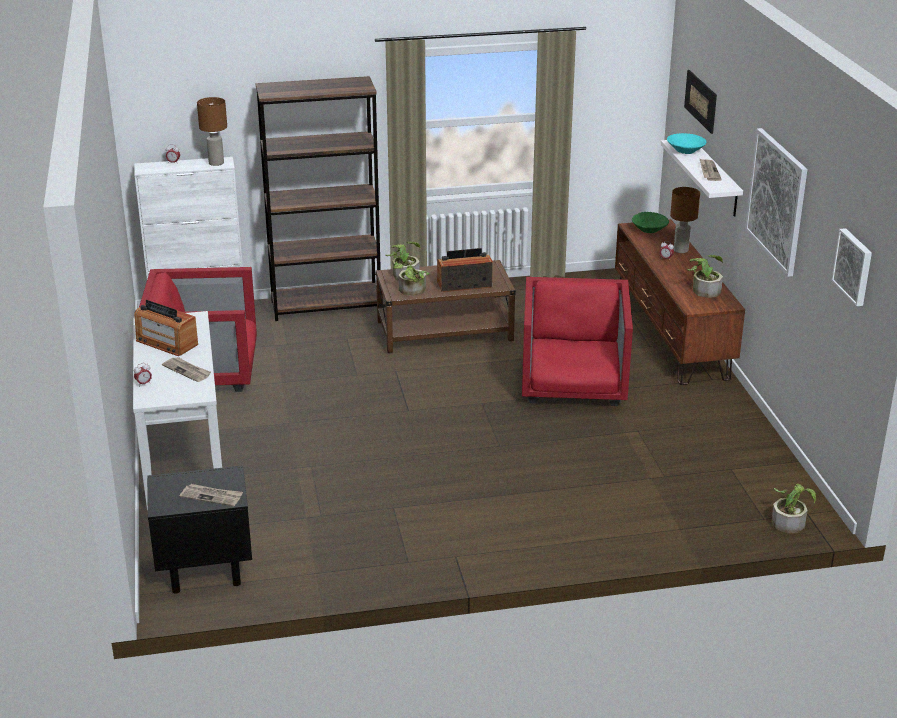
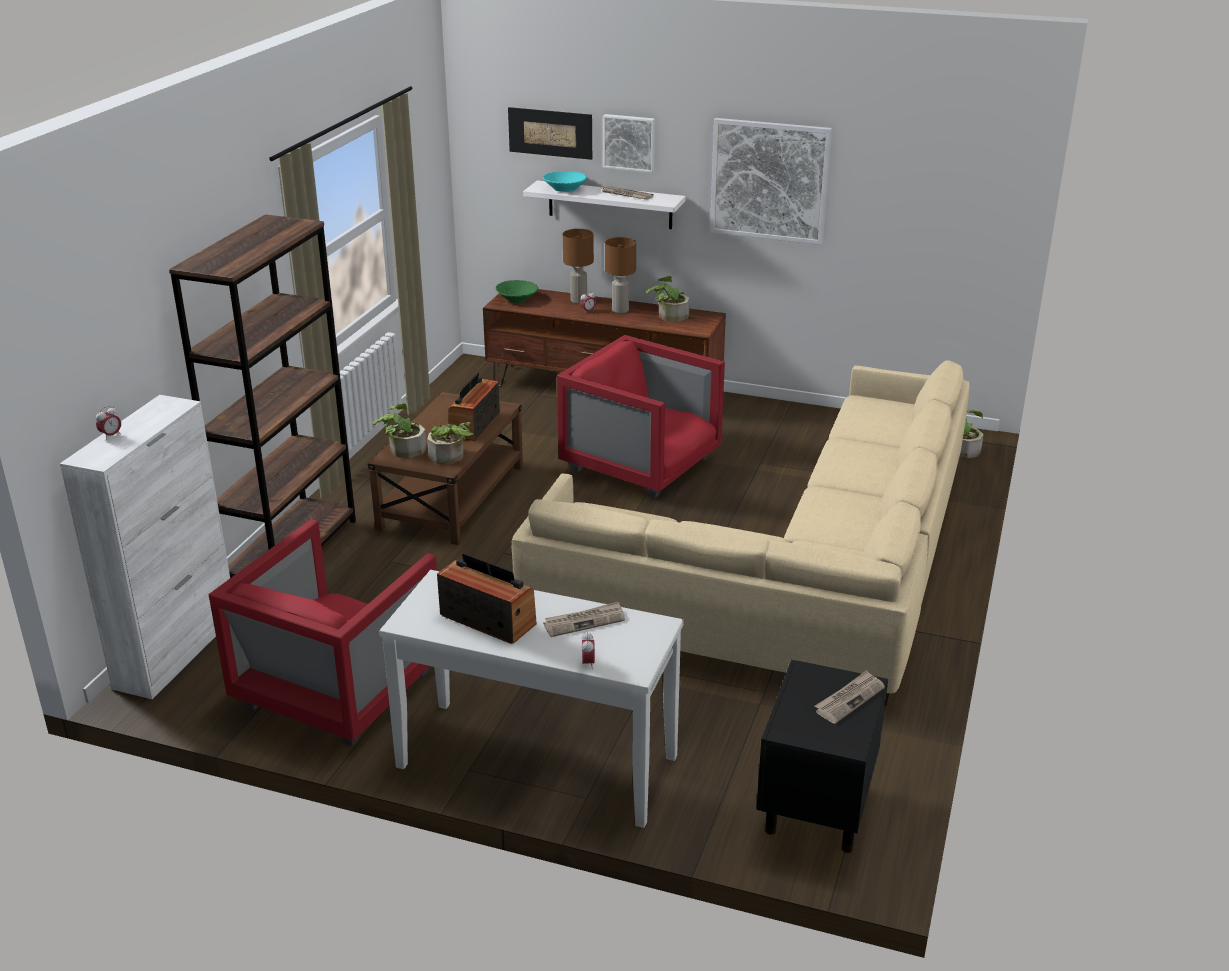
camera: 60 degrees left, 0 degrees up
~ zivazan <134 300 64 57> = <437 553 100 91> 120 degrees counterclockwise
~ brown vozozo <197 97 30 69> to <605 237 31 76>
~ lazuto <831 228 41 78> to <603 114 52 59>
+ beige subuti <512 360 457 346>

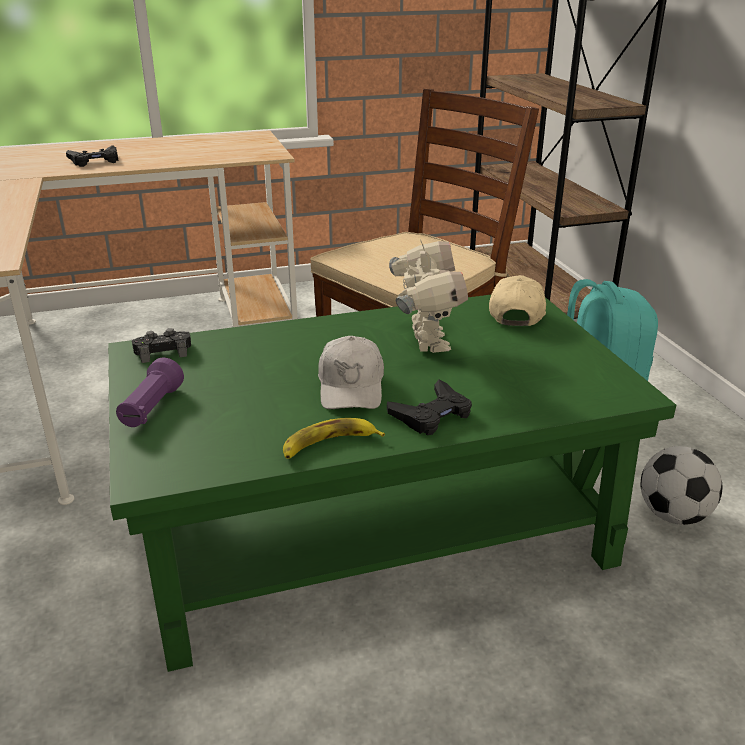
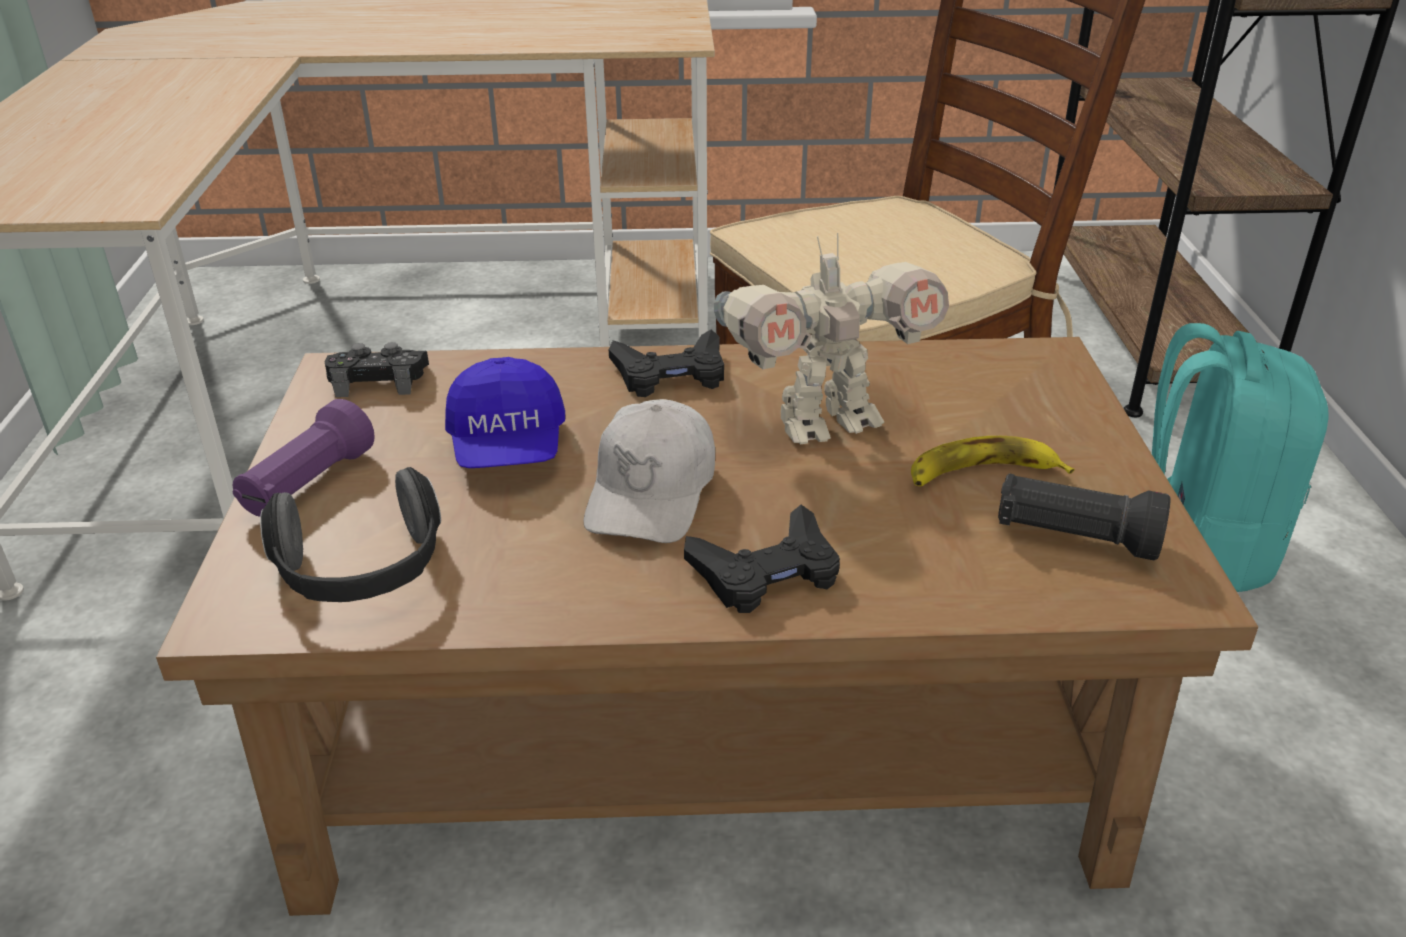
camera: 15 degrees right, 5 degrees up
~ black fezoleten <66 145 52 22> to <609 329 115 68>
~ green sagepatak <108 295 568 377> to brown sagepatak <156 337 1102 579>
~ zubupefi <283 418 102 41> to <911 436 164 50>
~ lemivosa <389 239 79 114> = <714 233 235 211> 60 degrees clockwise
- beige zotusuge <489 275 57 51>
- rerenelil <640 446 82 79>
+ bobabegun <260 467 181 135>
+ blue zotusuge <445 357 120 111>
+ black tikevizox <998 473 173 87>

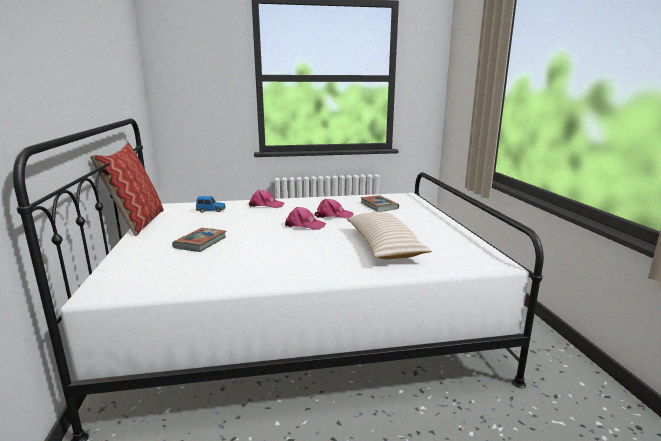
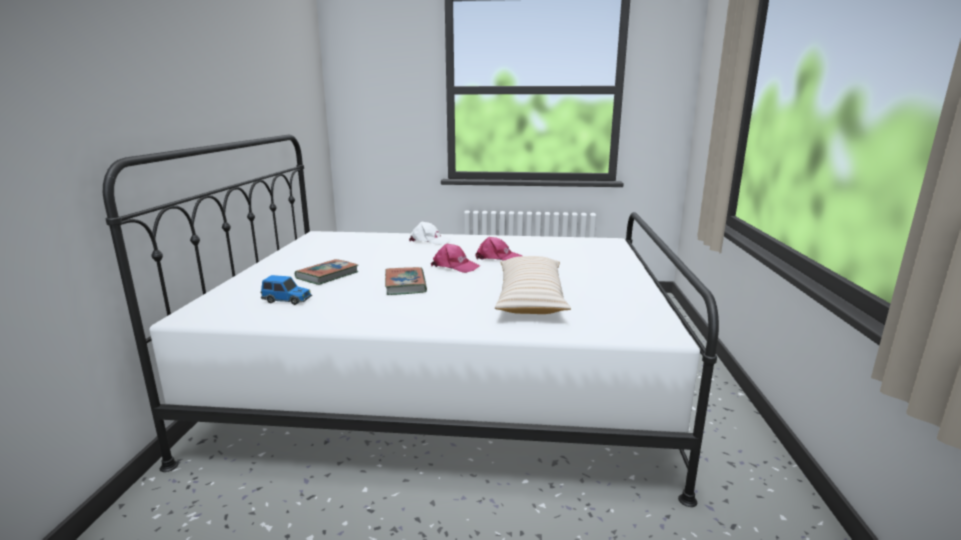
camera: 15 degrees right, 0 degrees up
- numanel <90 143 74 93>
~ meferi <196 196 30 17> to <261 275 51 30>
~ pink zotusuge <249 190 35 18> to white zotusuge <409 222 42 23>
~ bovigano <361 195 38 17> to <385 267 42 28>

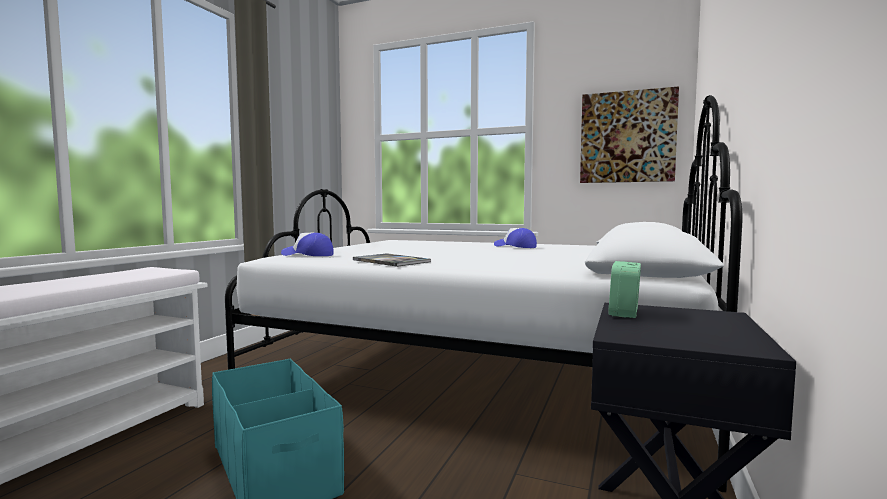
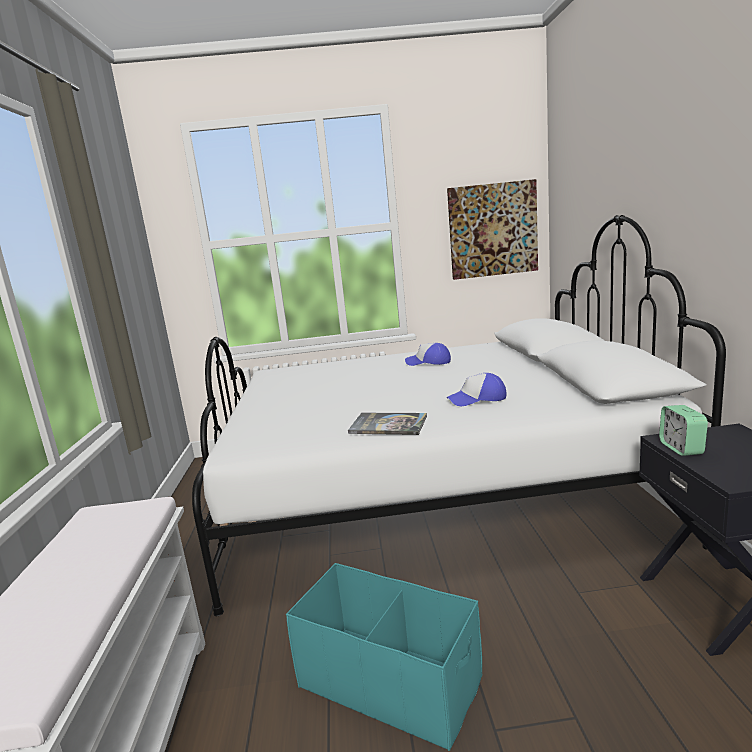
camera: 25 degrees left, 10 degrees up
~ zotusuge <281 233 53 23> to <447 373 59 33>

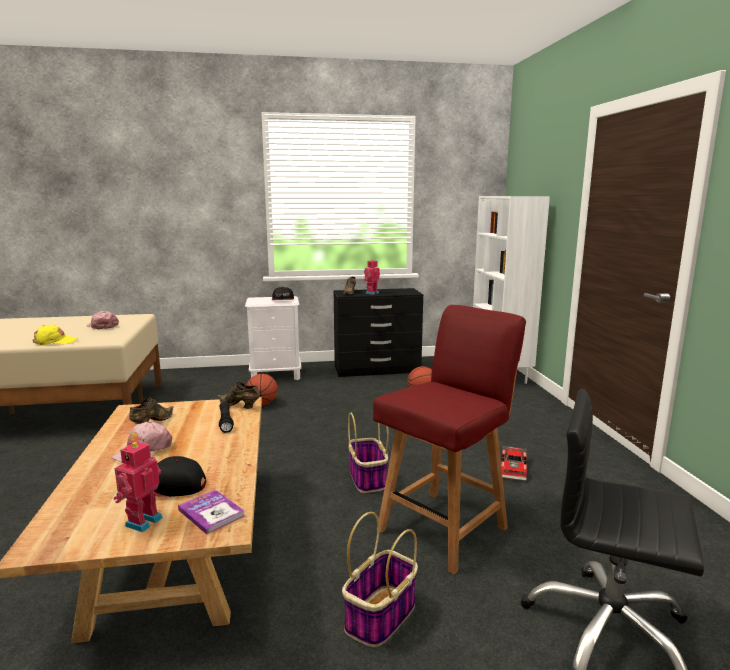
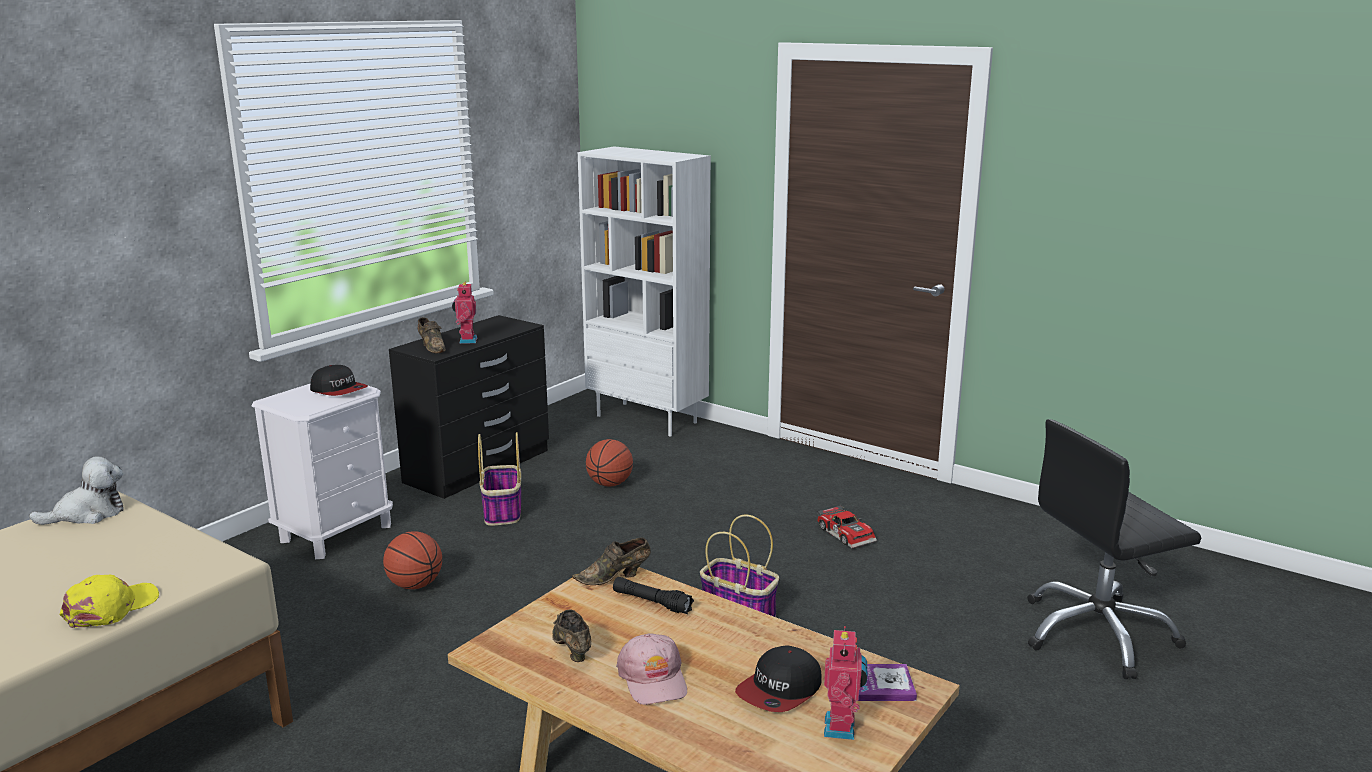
camera: 45 degrees left, 5 degrees up
- pink zotusuge <86 311 33 19>
~ lemivosa <114 439 48 93> = <824 626 43 114> 150 degrees counterclockwise
~ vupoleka <342 512 76 135> to <478 432 43 94>
- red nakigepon <373 305 153 269>
+ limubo <29 456 95 69>

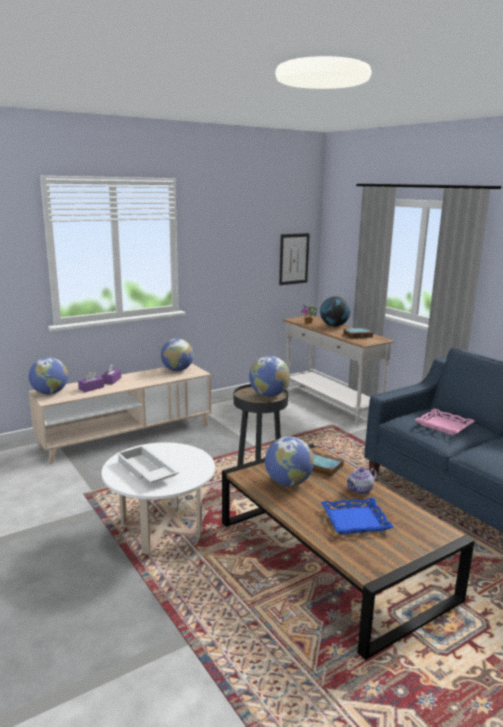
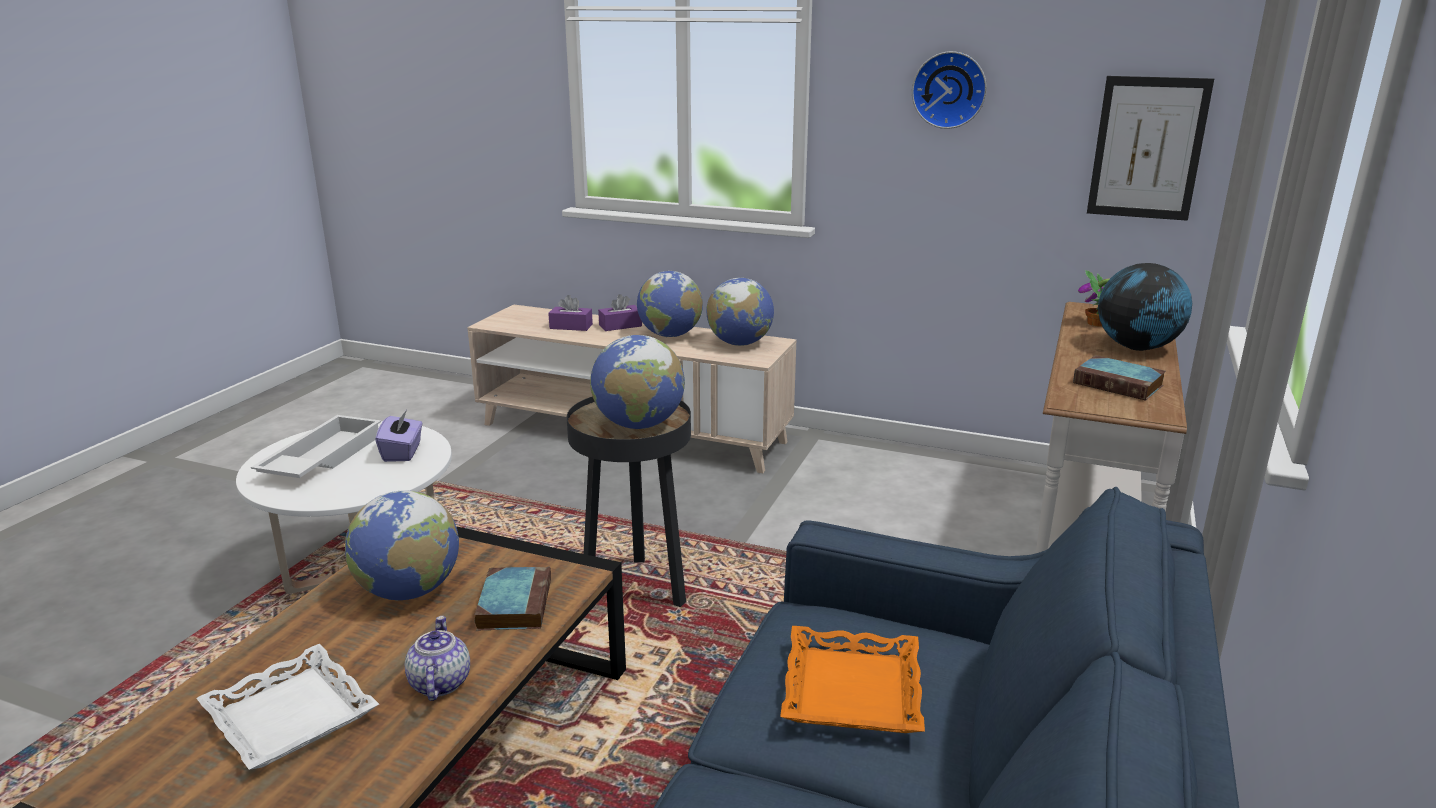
camera: 55 degrees right, 5 degrees up
~ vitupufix <29 357 39 38> to <637 271 66 66>
~ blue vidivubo <321 498 73 36> to white vidivubo <196 644 183 126>
~ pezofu <346 468 31 26> = <405 616 65 85> 60 degrees clockwise
~ pink vidivubo <415 409 59 26> to orange vidivubo <780 626 145 107>
+ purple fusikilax <375 410 48 52>
+ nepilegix <912 51 75 78>

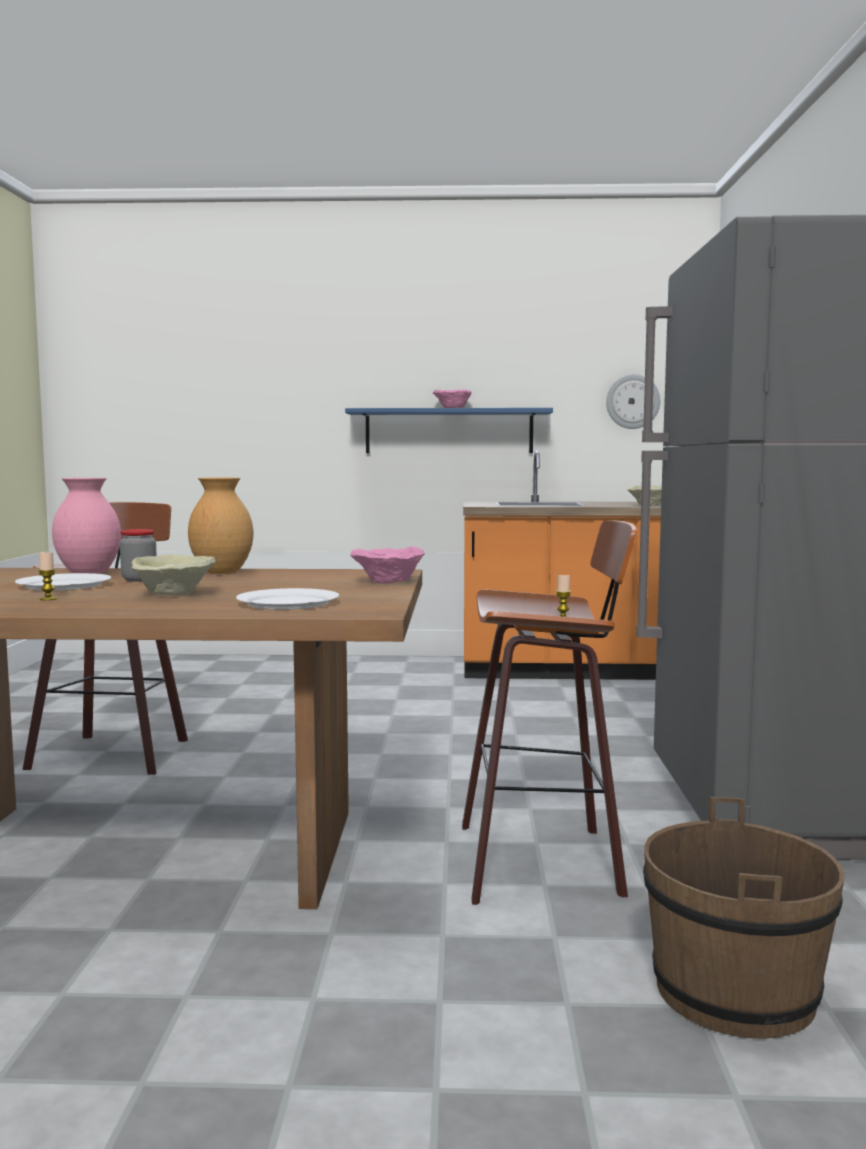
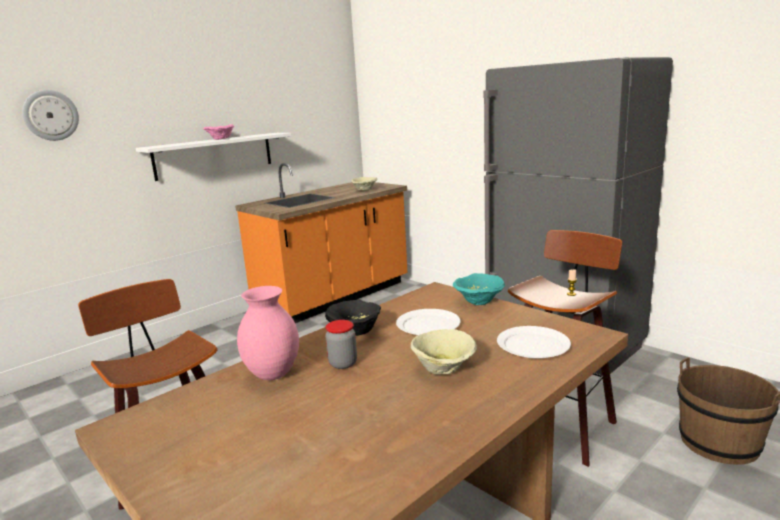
camera: 45 degrees left, 10 degrees up
~ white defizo <15 573 97 18> to <396 309 65 26>
- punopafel <38 552 19 49>
~ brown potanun <188 478 65 96> to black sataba <325 300 56 36>
~ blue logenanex <345 408 208 45> to white logenanex <136 133 155 48>
~ pink sataba <350 546 75 38> to turquoise sataba <453 273 52 32>
~ nepilegix <606 374 54 55> to <22 90 57 51>

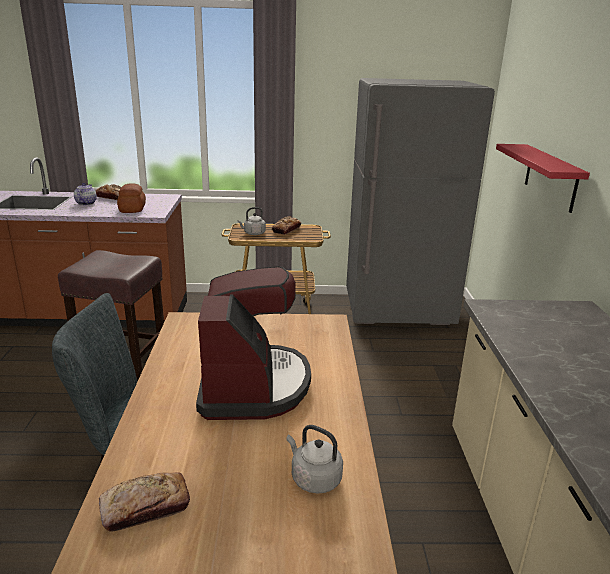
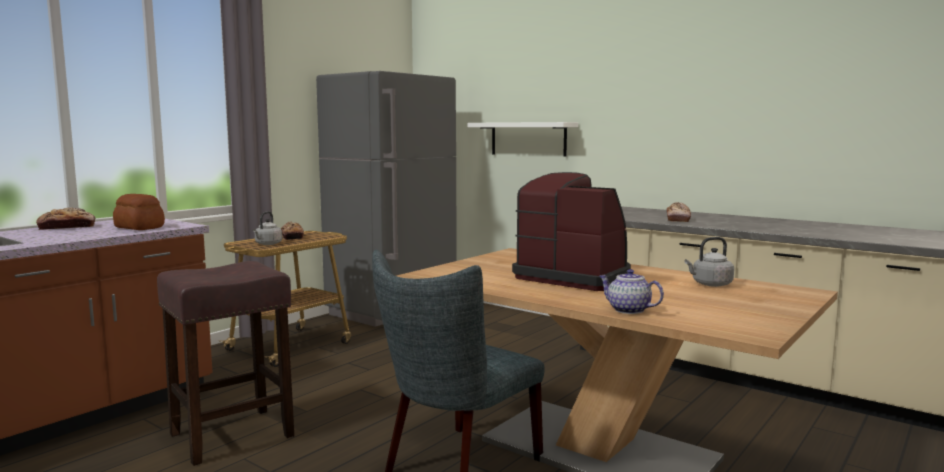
camera: 50 degrees left, 15 degrees down
~ pezofu <74 183 23 22> to <599 269 65 45>
~ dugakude <99 472 91 60> to <666 202 25 20>
~ red logenanex <496 144 94 69> to white logenanex <468 122 110 34>

